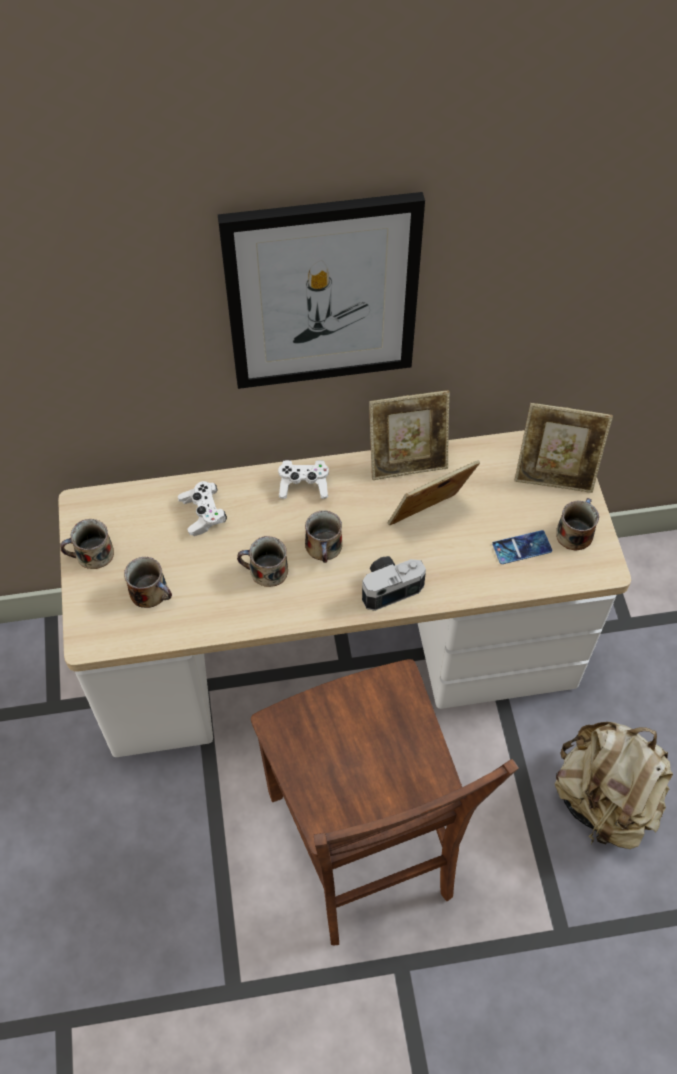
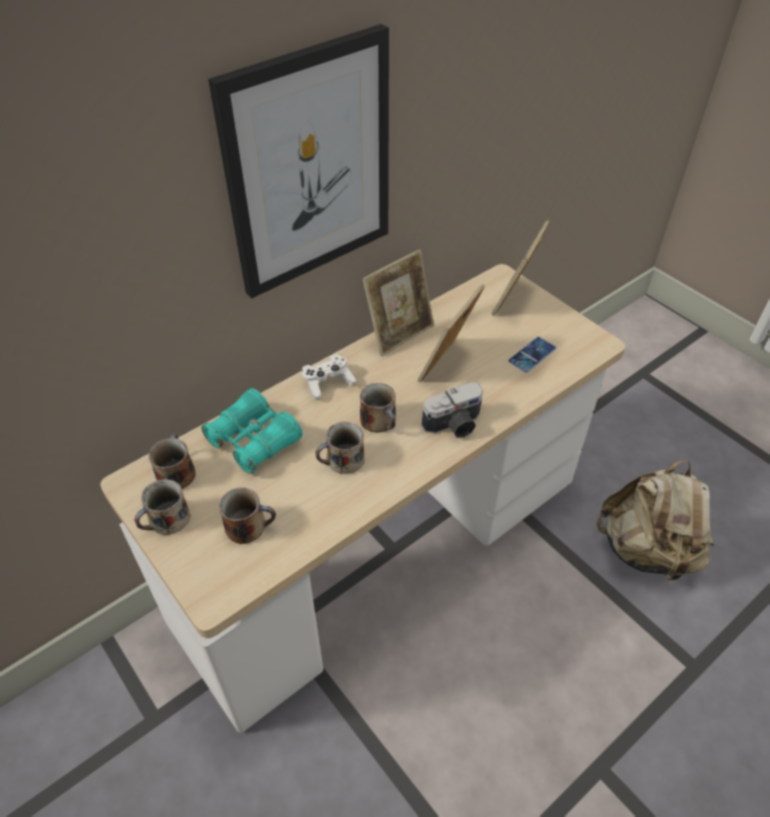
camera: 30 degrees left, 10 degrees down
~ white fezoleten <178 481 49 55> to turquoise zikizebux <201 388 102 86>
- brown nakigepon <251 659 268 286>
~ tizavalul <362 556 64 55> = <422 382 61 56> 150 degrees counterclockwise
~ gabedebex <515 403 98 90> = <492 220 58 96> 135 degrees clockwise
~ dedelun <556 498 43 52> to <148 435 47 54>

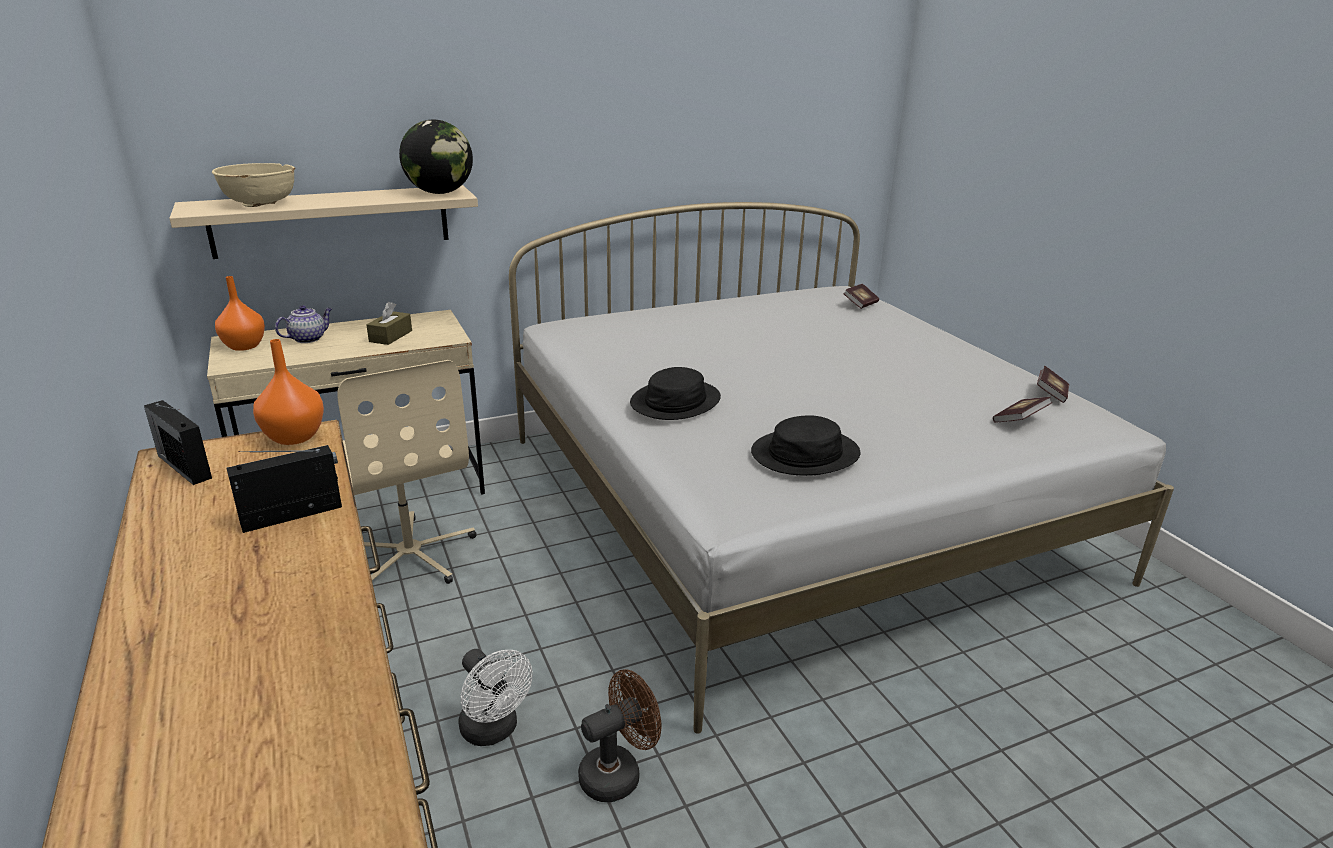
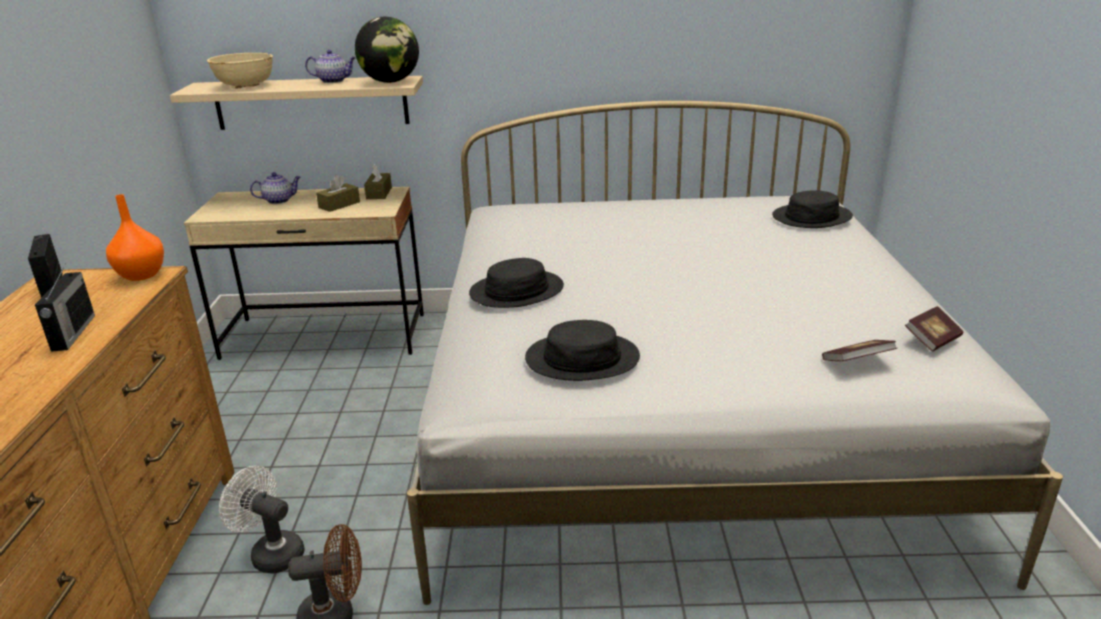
camera: 25 degrees right, 0 degrees up
- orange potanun <215 276 50 75>
~ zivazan <227 445 115 88> = <35 263 60 89> 90 degrees clockwise
- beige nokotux <337 360 139 224>
~ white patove <458 649 75 97> = <219 466 86 108> 135 degrees clockwise
~ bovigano <843 284 36 25> to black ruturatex <772 190 81 38>
+ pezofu <305 50 51 33>
+ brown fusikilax <364 164 28 35>

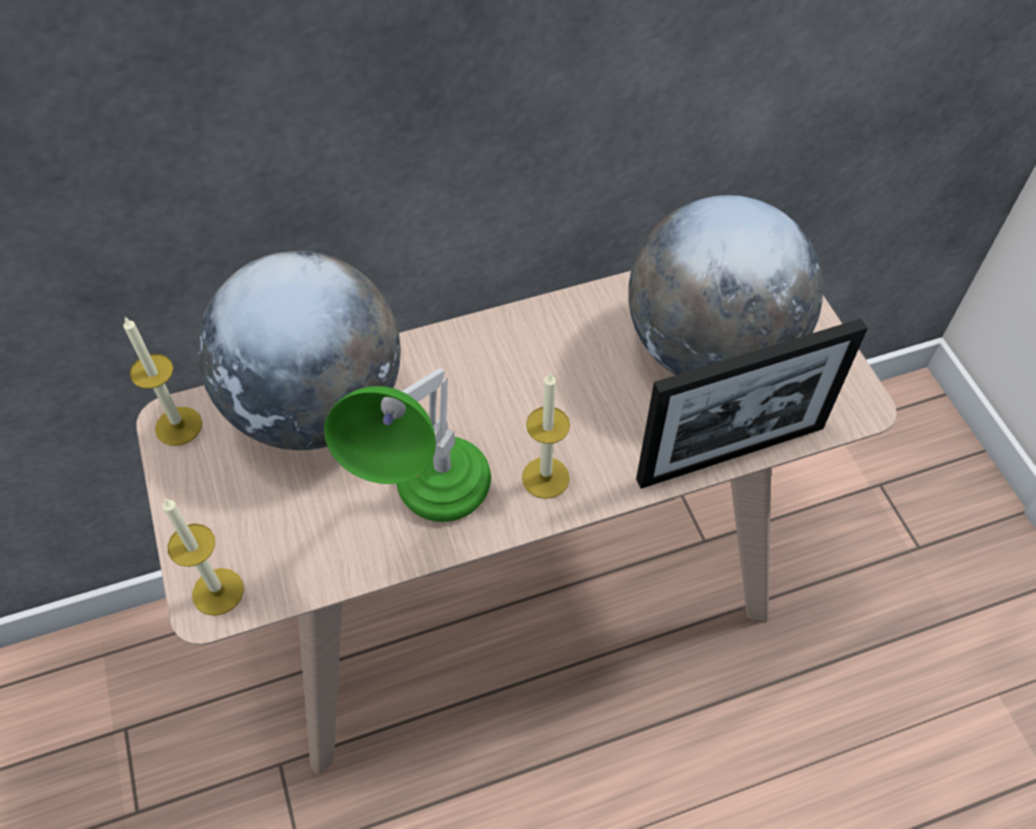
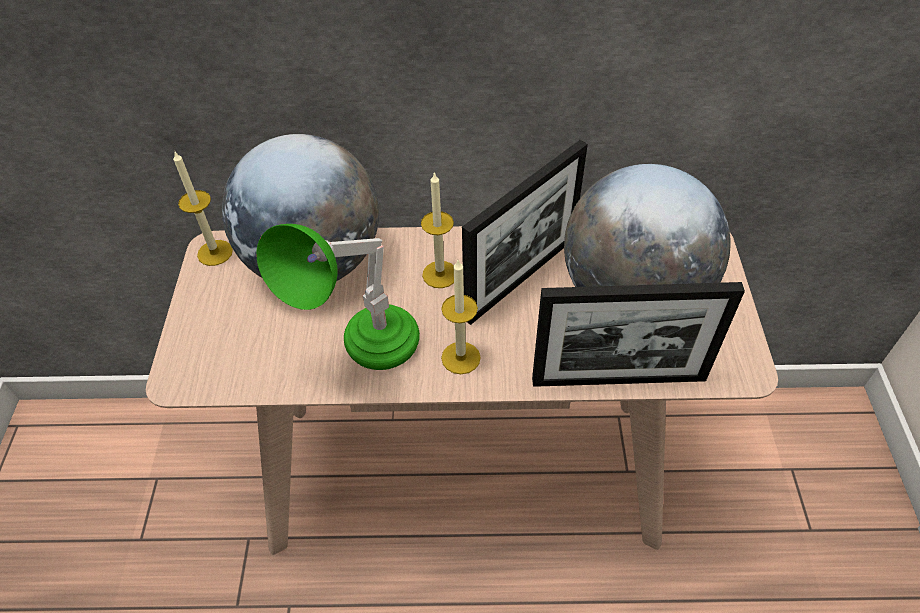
camera: 20 degrees right, 5 degrees down
~ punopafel <163 498 81 118> to <421 172 33 116>
+ gabedebex <462 140 126 185>

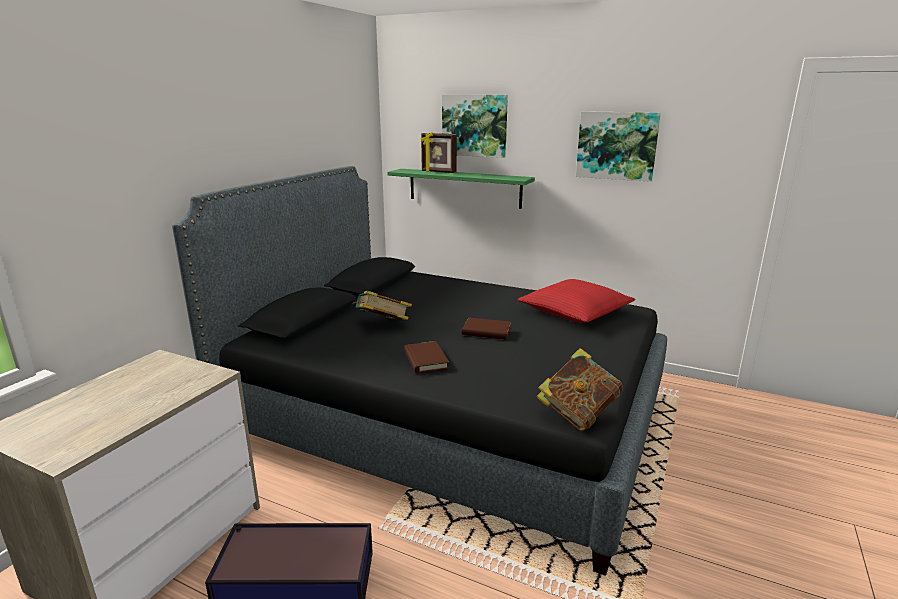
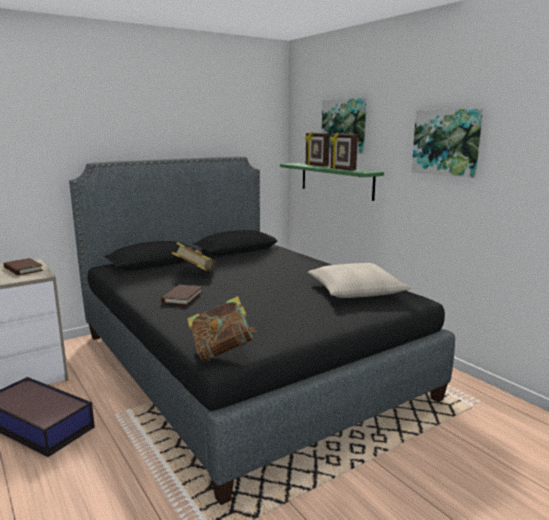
camera: 30 degrees right, 5 degrees down
~ brown bovigano <462 318 49 22> to <4 258 39 17>
~ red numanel <518 279 117 44> to beige numanel <308 263 103 35>
+ gabedebex <330 133 28 38>

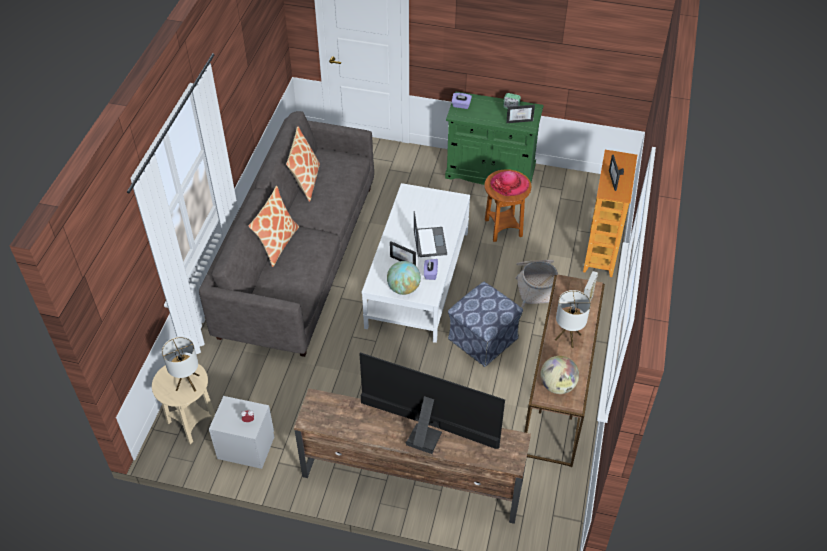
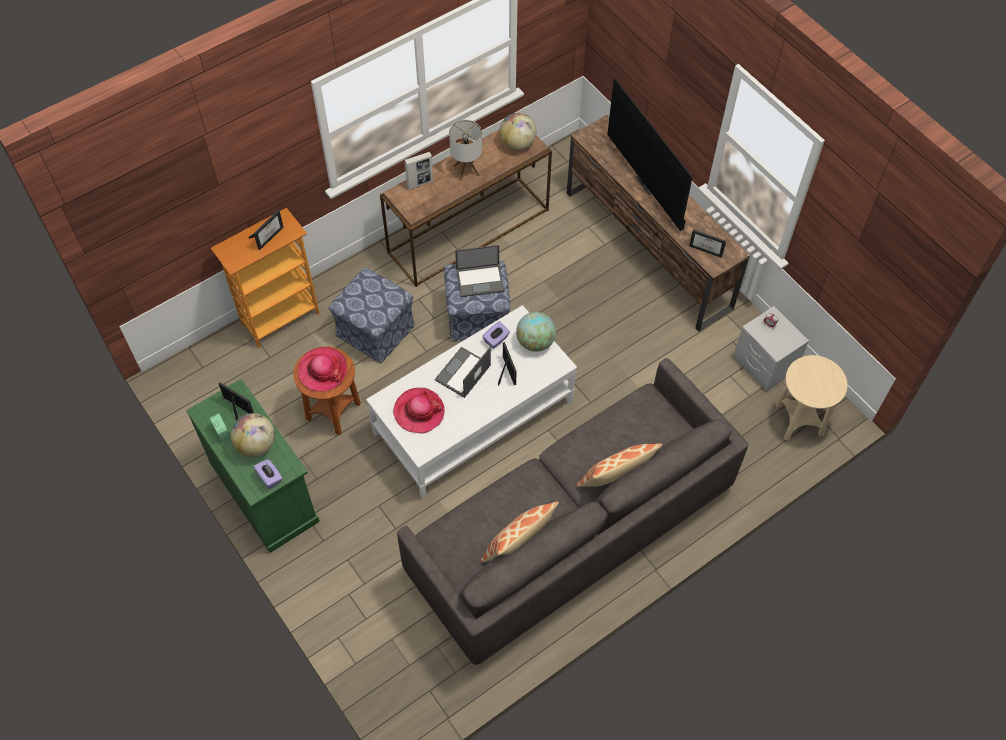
camera: 140 degrees left, 10 degrees up
- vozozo <162 337 38 55>
~ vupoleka <515 260 43 47> to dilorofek <329 268 86 96>
+ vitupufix <230 413 45 44>
+ ruturatex <393 388 52 46>
+ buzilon <455 245 49 52>
+ gabedebex <689 229 37 29>

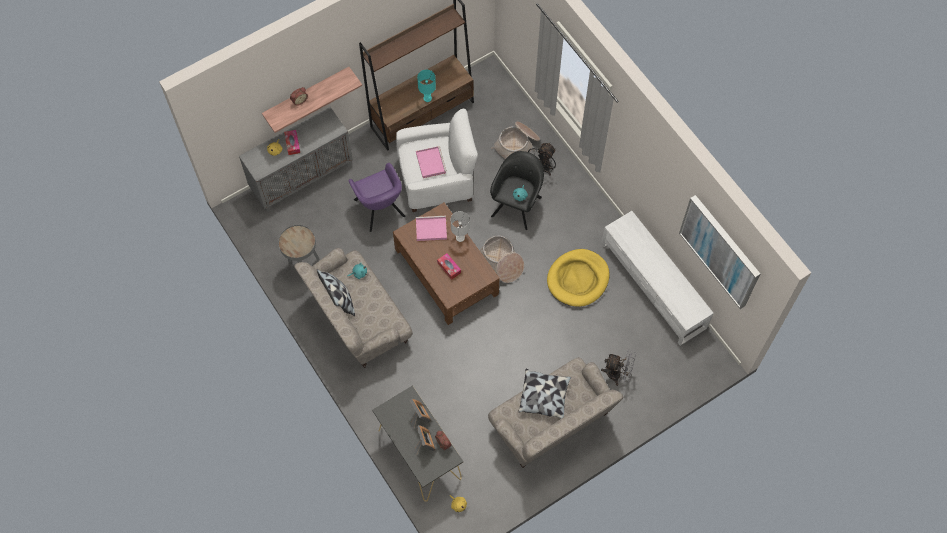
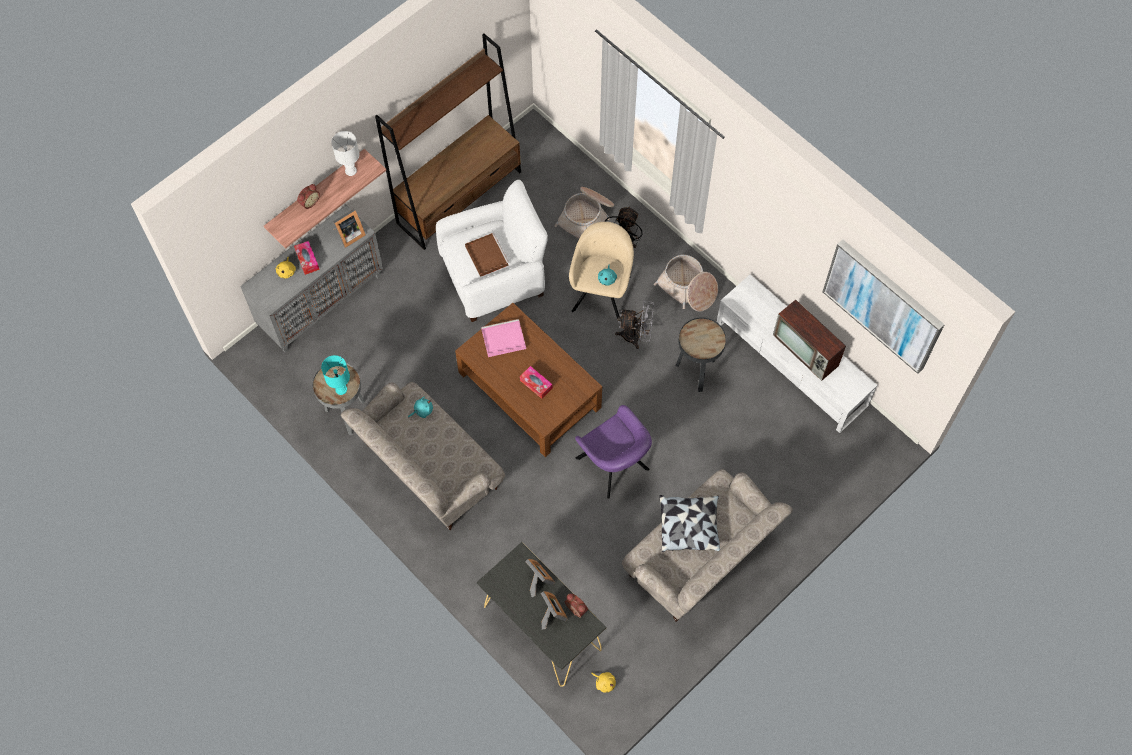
camera: 10 degrees left, 0 degrees up
- numanel <317 269 38 47>
~ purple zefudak <349 163 57 69> to <575 405 77 94>
~ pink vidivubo <416 146 31 32> to brown vidivubo <465 233 44 44>
~ turquoise vozozo <417 70 19 32> to <321 355 29 40>
~ white vozozo <451 211 18 31> to <331 131 28 45>
~ vupoleka <479 235 45 48> to <654 255 64 57>
~ black zefudak <490 151 54 79> to beige zefudak <569 222 65 97>
~ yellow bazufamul <547 249 63 58> to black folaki <676 317 50 75>
~ grey patove <601 349 35 37> to <615 301 39 48>
+ gabedebex <333 209 33 39>
+ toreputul <773 300 73 81>

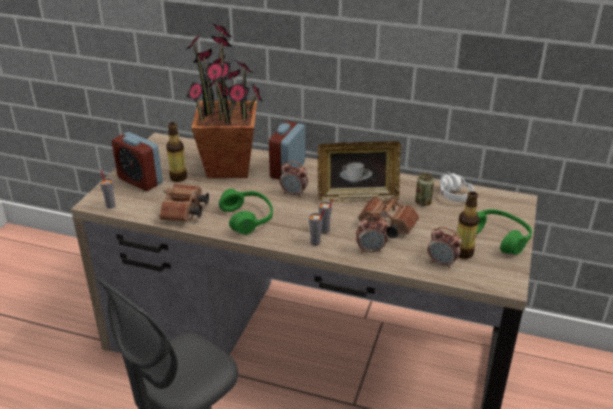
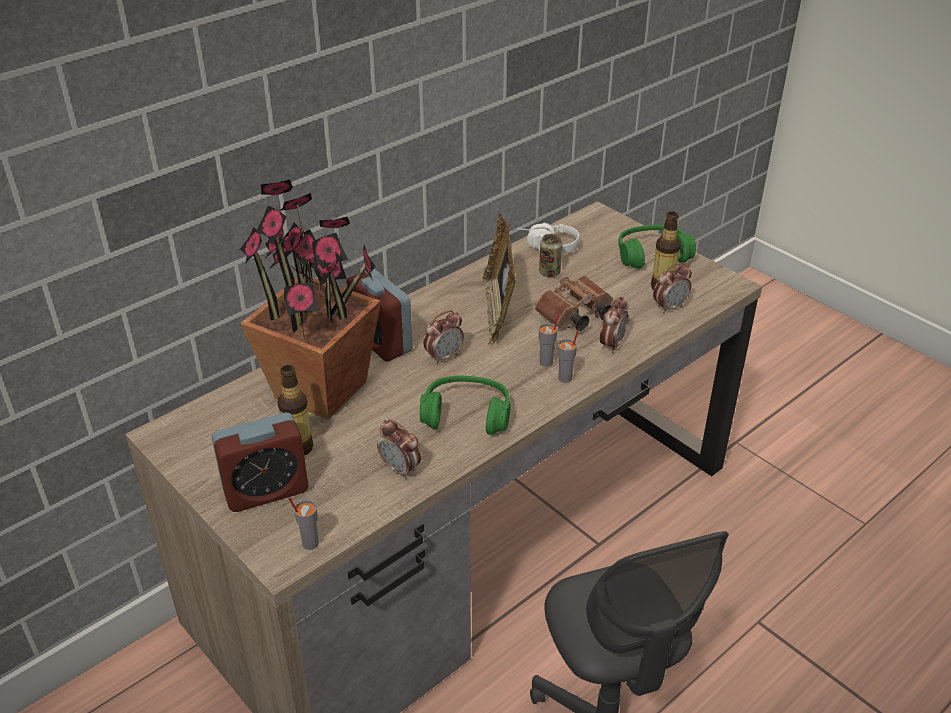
camera: 60 degrees left, 5 degrees up
~ brown zikizebux <159 183 50 39> to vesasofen <377 419 44 60>
~ gabedebex <318 141 83 61> = <482 214 34 130> 150 degrees clockwise

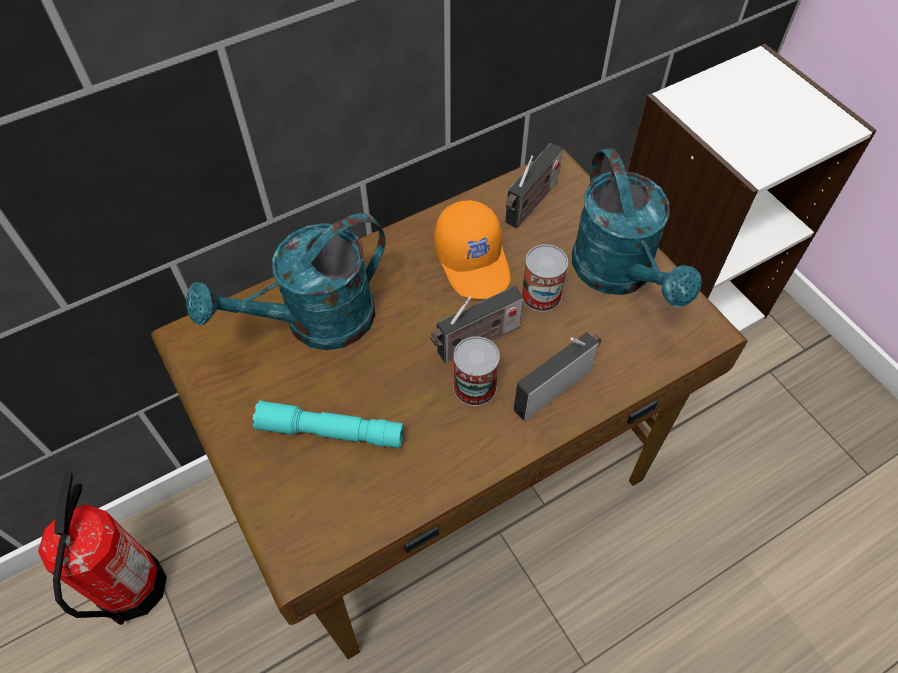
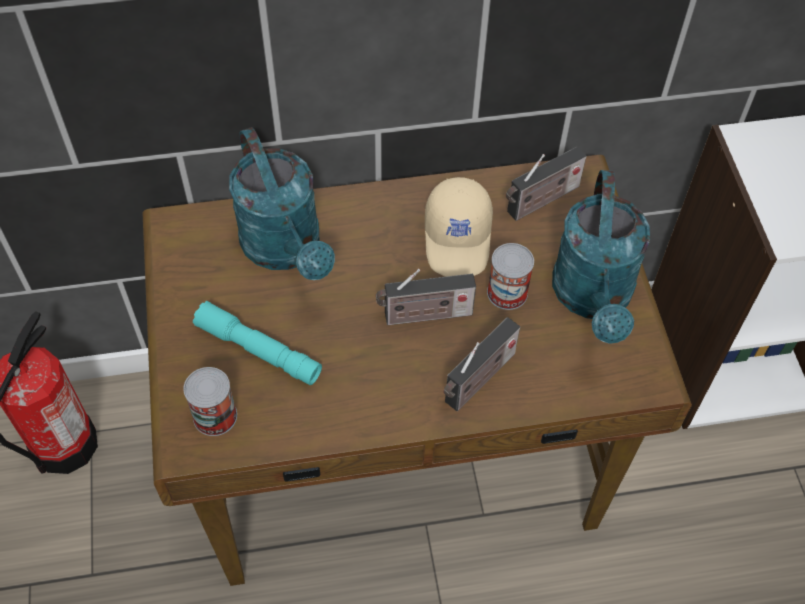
camera: 20 degrees right, 0 degrees up
~ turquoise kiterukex <186 213 199 137> = <229 127 106 153> 105 degrees counterclockwise
~ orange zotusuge <434 200 77 99> to beige zotusuge <425 177 68 100>
~ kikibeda <453 336 47 70> to <183 367 54 69>
~ zivazan <513 332 88 89> = <443 317 77 94> 150 degrees clockwise

